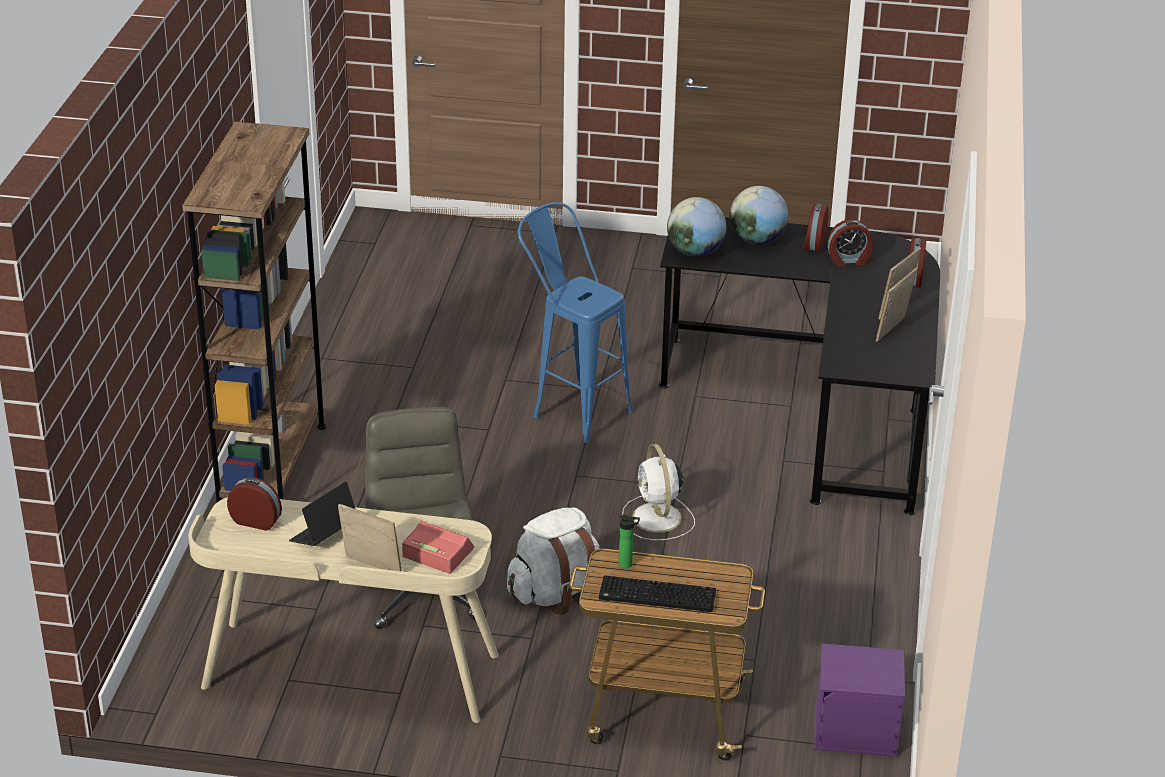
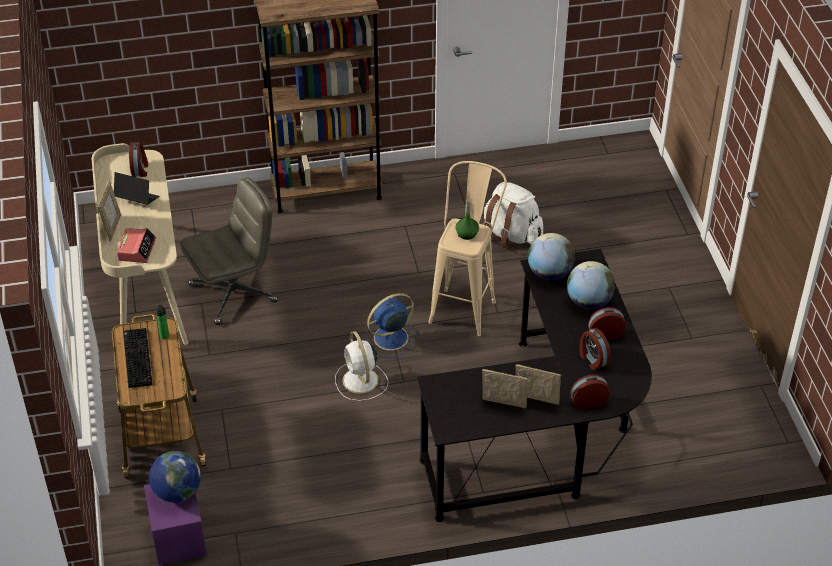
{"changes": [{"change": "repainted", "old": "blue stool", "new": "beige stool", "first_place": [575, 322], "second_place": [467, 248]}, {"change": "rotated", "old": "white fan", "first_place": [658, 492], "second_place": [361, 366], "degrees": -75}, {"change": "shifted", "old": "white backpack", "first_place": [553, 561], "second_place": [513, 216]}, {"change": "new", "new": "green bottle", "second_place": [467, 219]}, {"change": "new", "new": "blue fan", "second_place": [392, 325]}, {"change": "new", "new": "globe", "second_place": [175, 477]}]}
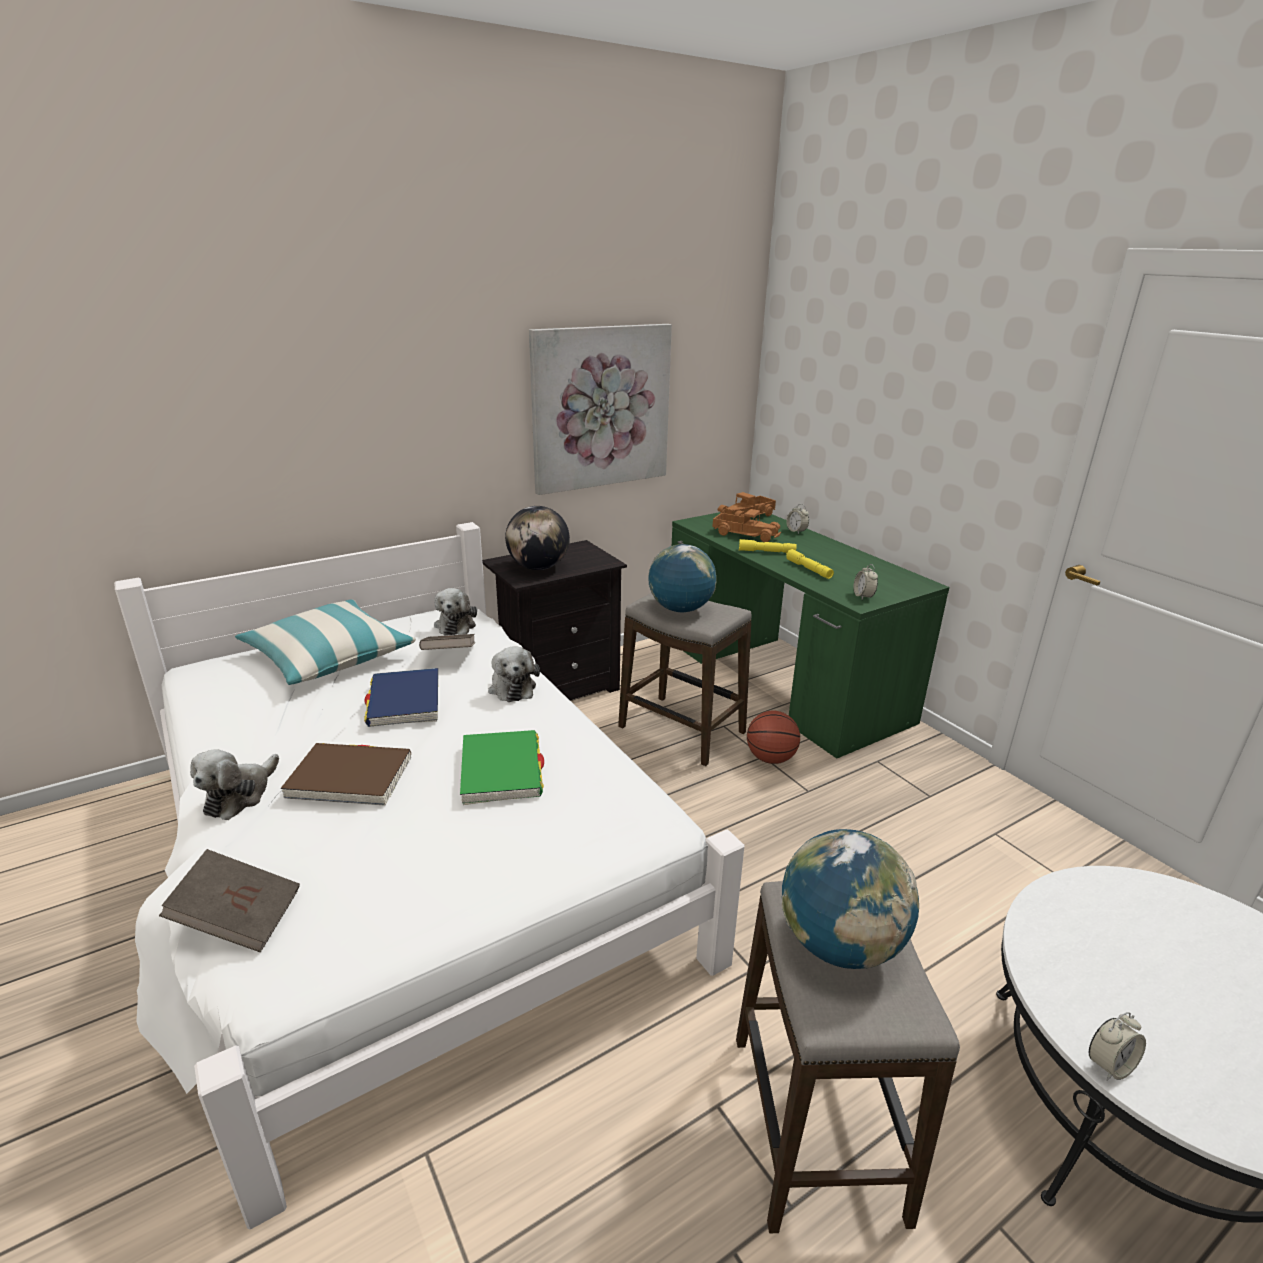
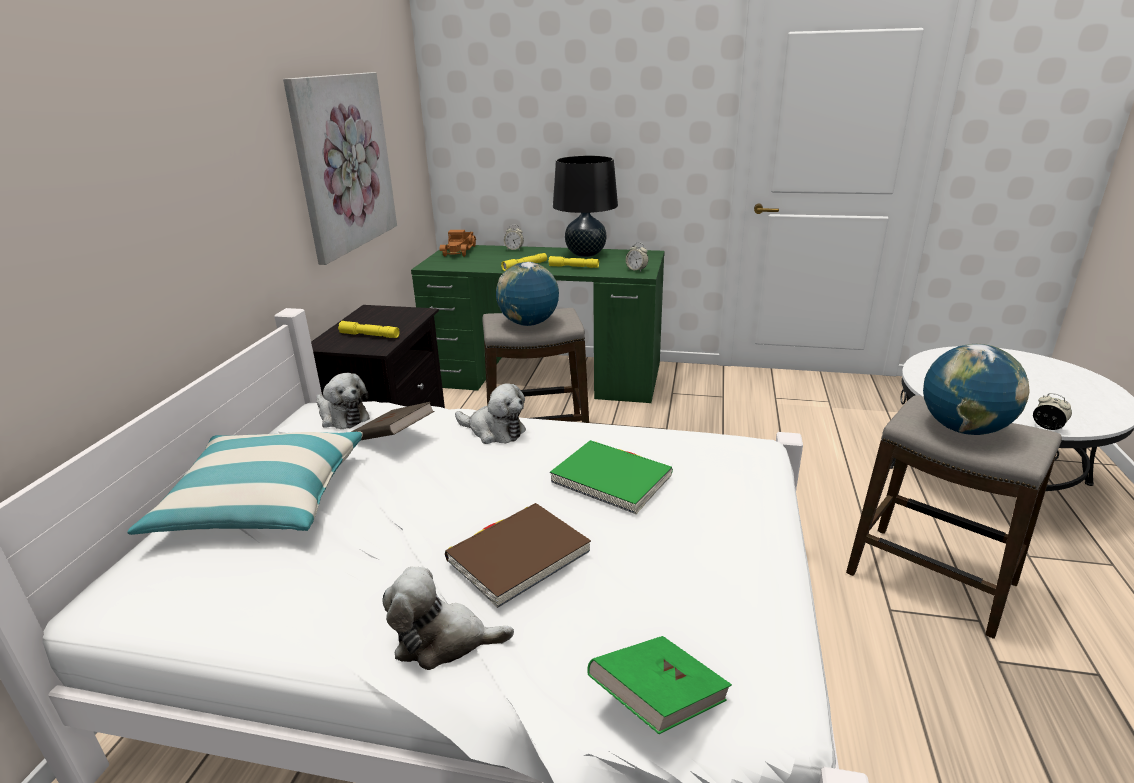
{"changes": [{"change": "swapped", "old": "globe", "new": "yellow flashlight", "first_place": [537, 538], "second_place": [369, 329]}, {"change": "gone", "old": "toy truck", "first_place": [747, 525]}, {"change": "gone", "old": "blue book", "first_place": [401, 697]}, {"change": "gone", "old": "basketball", "first_place": [773, 737]}, {"change": "rotated", "old": "plush toy", "first_place": [234, 784], "second_place": [448, 618], "degrees": 120}, {"change": "repainted", "old": "brown book", "new": "green book", "first_place": [229, 900], "second_place": [659, 685]}, {"change": "rotated", "old": "alarm clock", "first_place": [1117, 1046], "second_place": [1052, 411], "degrees": -60}, {"change": "new", "new": "black table lamp", "second_place": [585, 206]}]}
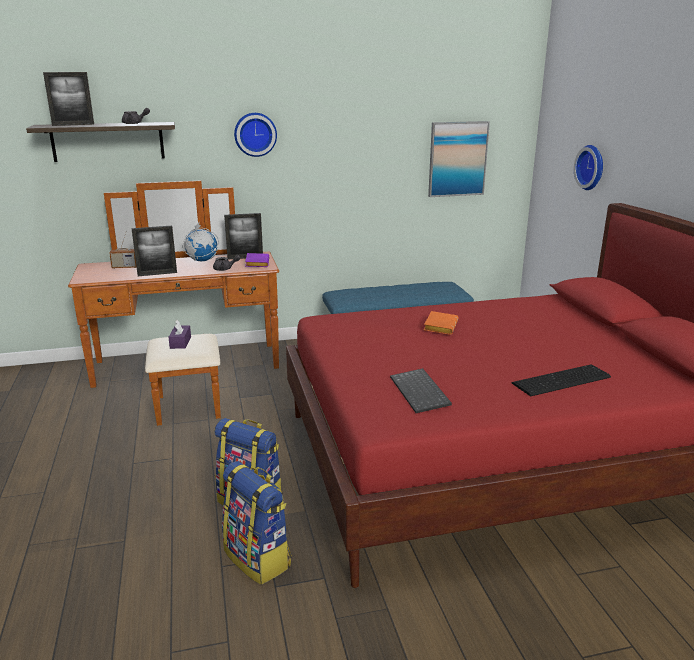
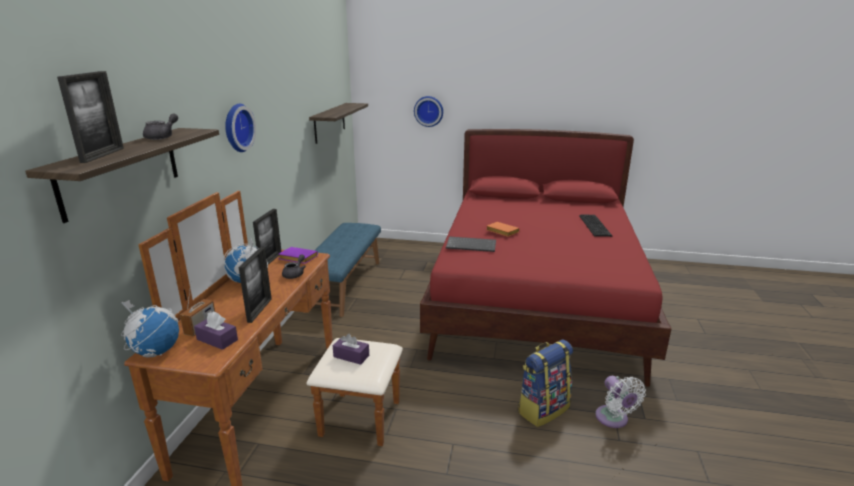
{"changes": [{"change": "swapped", "old": "picture", "new": "shelf", "first_place": [459, 159], "second_place": [338, 123]}, {"change": "shifted", "old": "keyboard", "first_place": [421, 390], "second_place": [471, 244]}, {"change": "swapped", "old": "backpack", "new": "white fan", "first_place": [257, 523], "second_place": [620, 402]}, {"change": "new", "new": "globe", "second_place": [150, 328]}, {"change": "new", "new": "purple tissue box", "second_place": [216, 331]}]}
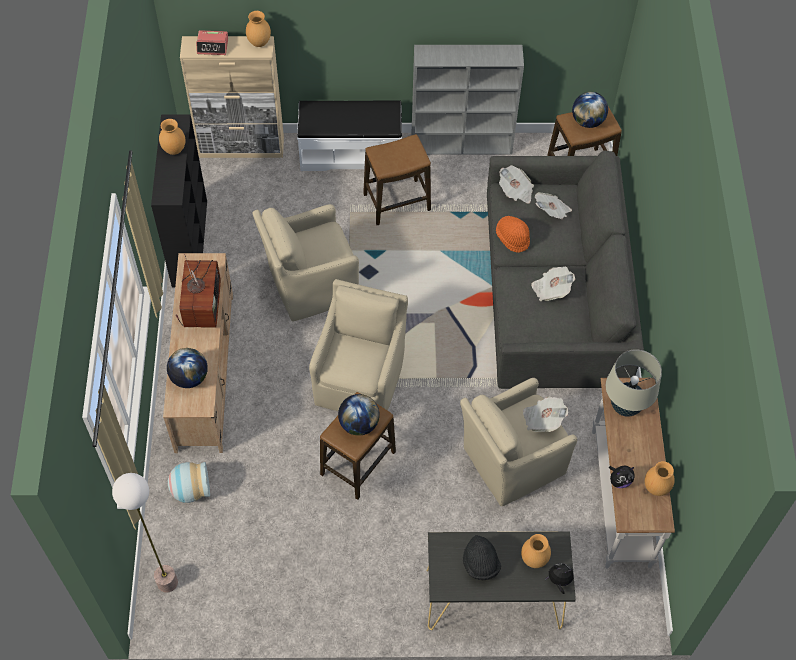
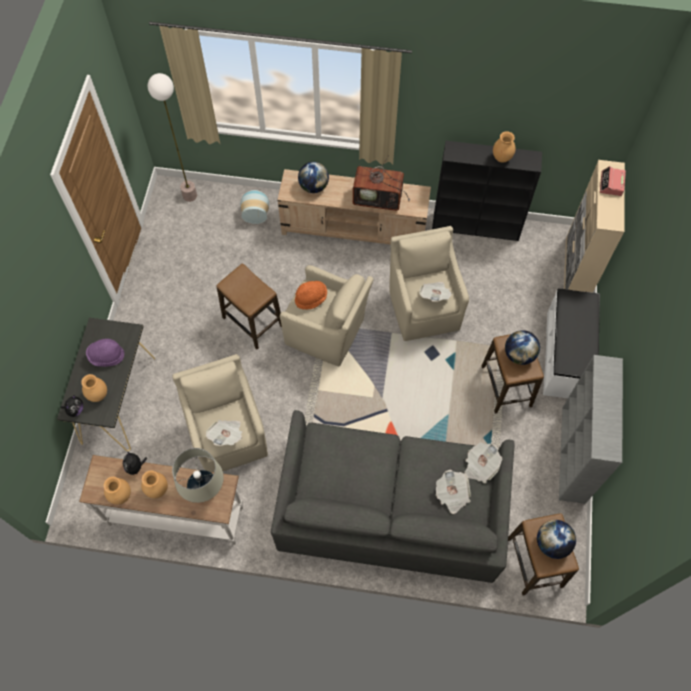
{"changes": [{"change": "shifted", "old": "brown vase", "first_place": [258, 29], "second_place": [154, 484]}, {"change": "shifted", "old": "orange hat", "first_place": [513, 234], "second_place": [311, 295]}, {"change": "shifted", "old": "newspaper", "first_place": [553, 284], "second_place": [435, 292]}, {"change": "shifted", "old": "globe", "first_place": [359, 415], "second_place": [522, 347]}, {"change": "repainted", "old": "black hat", "new": "purple hat", "first_place": [482, 557], "second_place": [105, 353]}]}
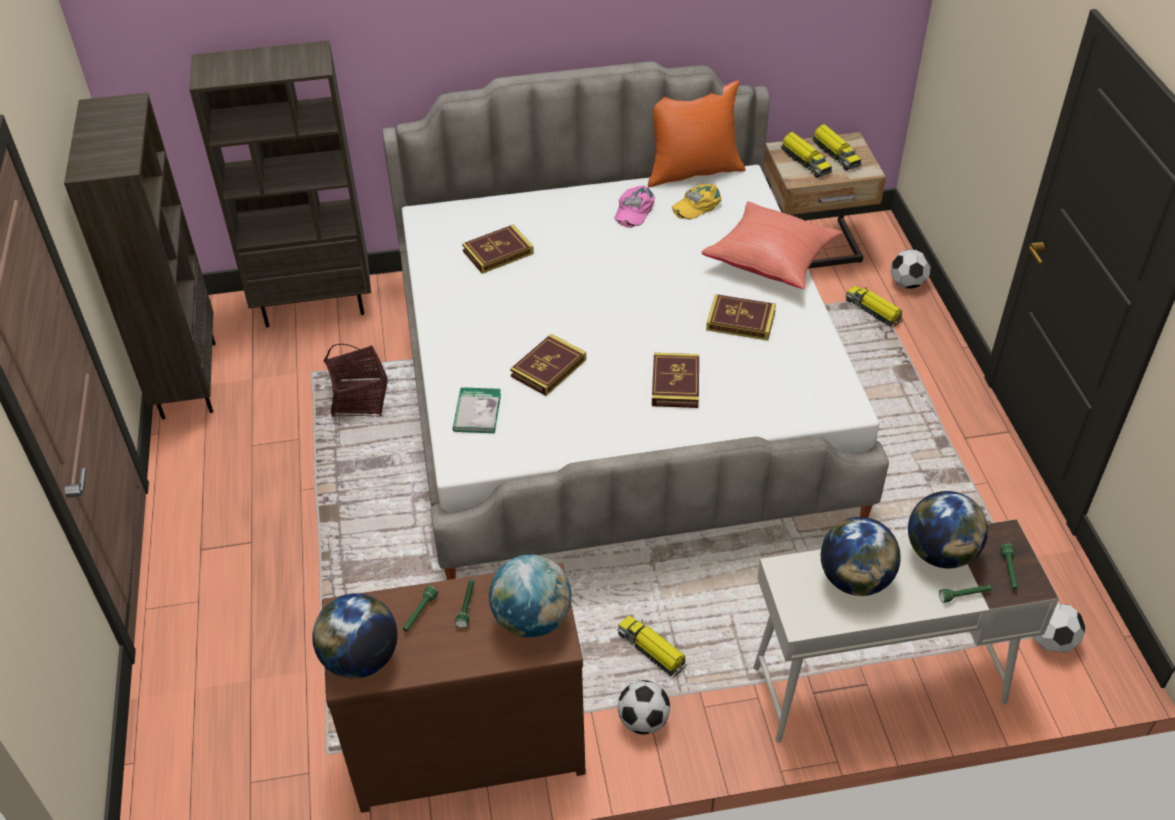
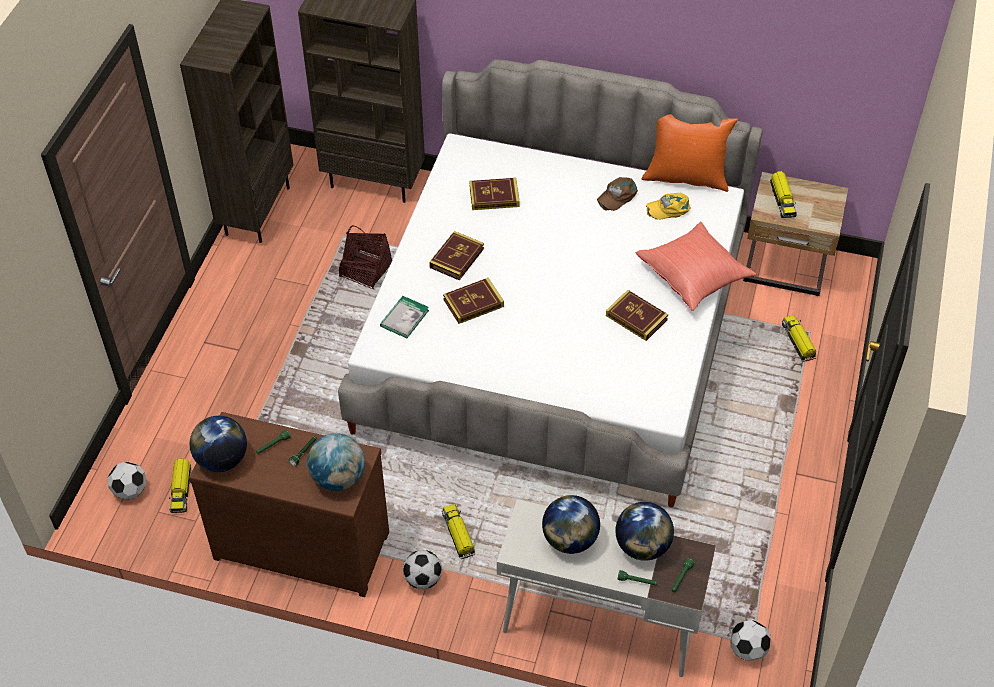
{"changes": [{"change": "shifted", "old": "toy truck", "first_place": [836, 147], "second_place": [180, 485]}, {"change": "repainted", "old": "pink cap", "new": "brown cap", "first_place": [634, 206], "second_place": [617, 194]}, {"change": "shifted", "old": "football", "first_place": [911, 269], "second_place": [127, 480]}, {"change": "shifted", "old": "book", "first_place": [675, 380], "second_place": [456, 255]}]}
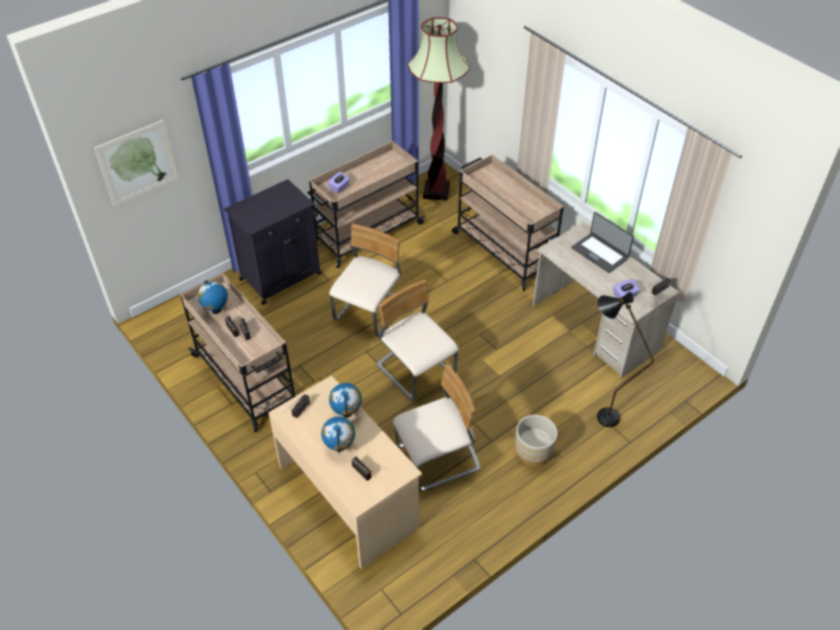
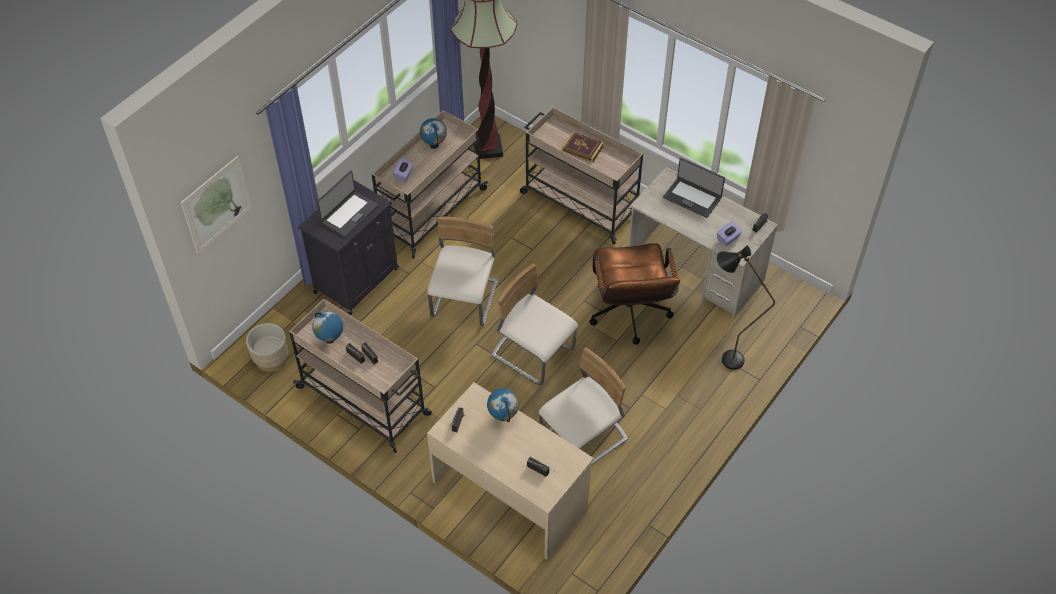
{"changes": [{"change": "shifted", "old": "beige planter", "first_place": [536, 440], "second_place": [267, 347]}, {"change": "shifted", "old": "globe", "first_place": [338, 435], "second_place": [433, 133]}, {"change": "new", "new": "book", "second_place": [583, 147]}, {"change": "new", "new": "laptop", "second_place": [347, 204]}, {"change": "new", "new": "brown office chair", "second_place": [634, 294]}]}
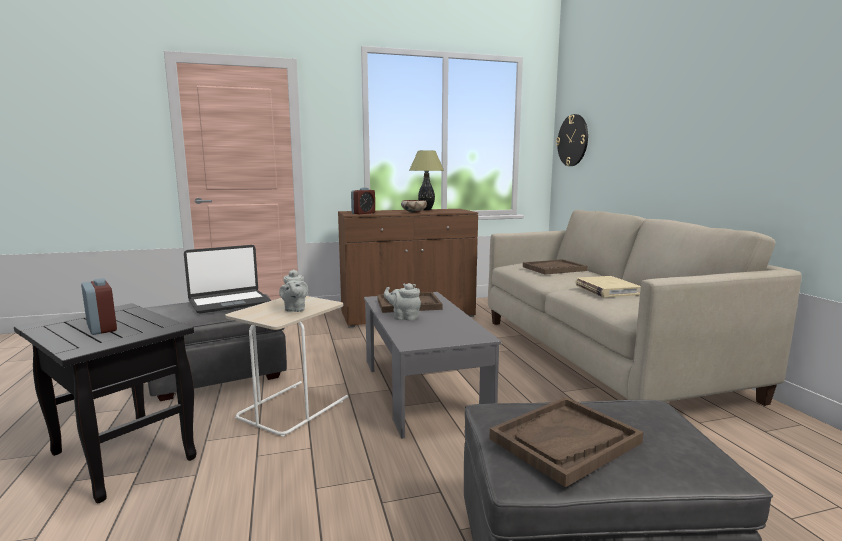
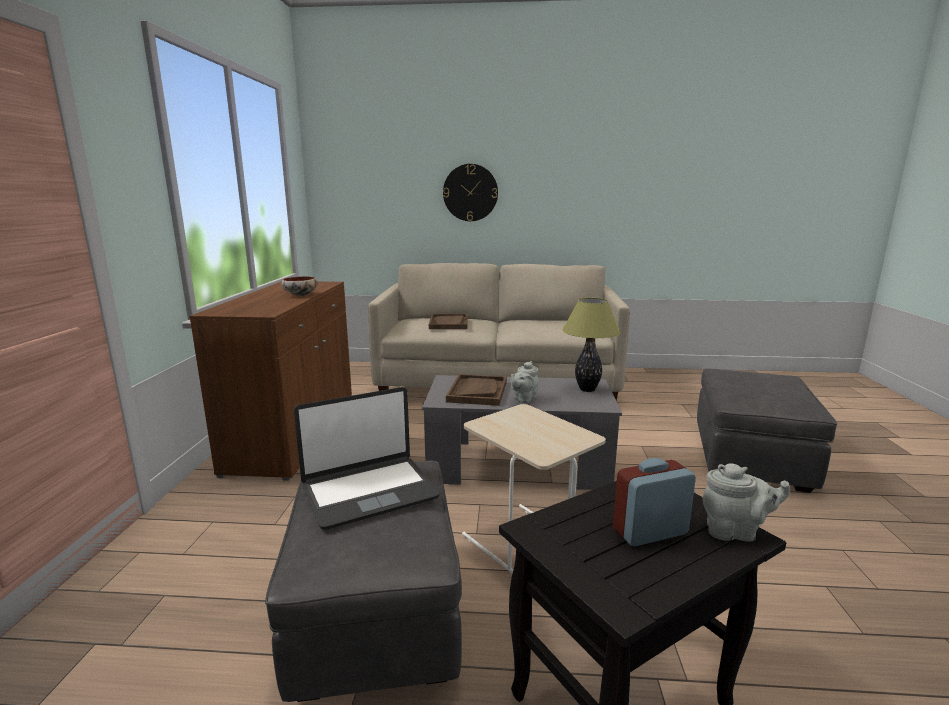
{"changes": [{"change": "shifted", "old": "wall clock", "first_place": [572, 140], "second_place": [470, 192]}, {"change": "shifted", "old": "table lamp", "first_place": [426, 180], "second_place": [591, 345]}, {"change": "gone", "old": "alarm clock", "first_place": [363, 200]}, {"change": "rotated", "old": "laptop", "first_place": [227, 279], "second_place": [367, 458], "degrees": 75}, {"change": "shifted", "old": "grey teapot", "first_place": [293, 290], "second_place": [746, 502]}, {"change": "gone", "old": "beige book", "first_place": [608, 286]}, {"change": "gone", "old": "brown tray", "first_place": [566, 442]}]}
